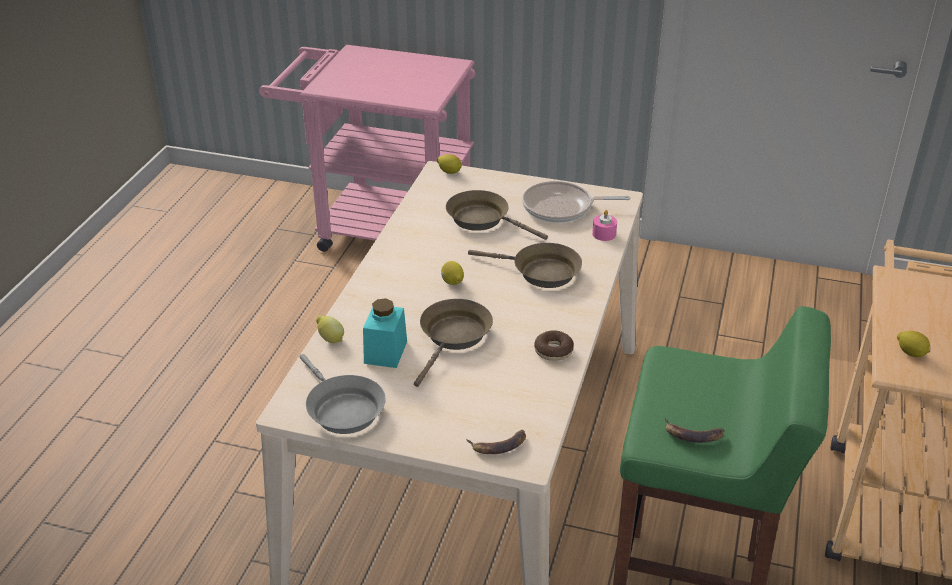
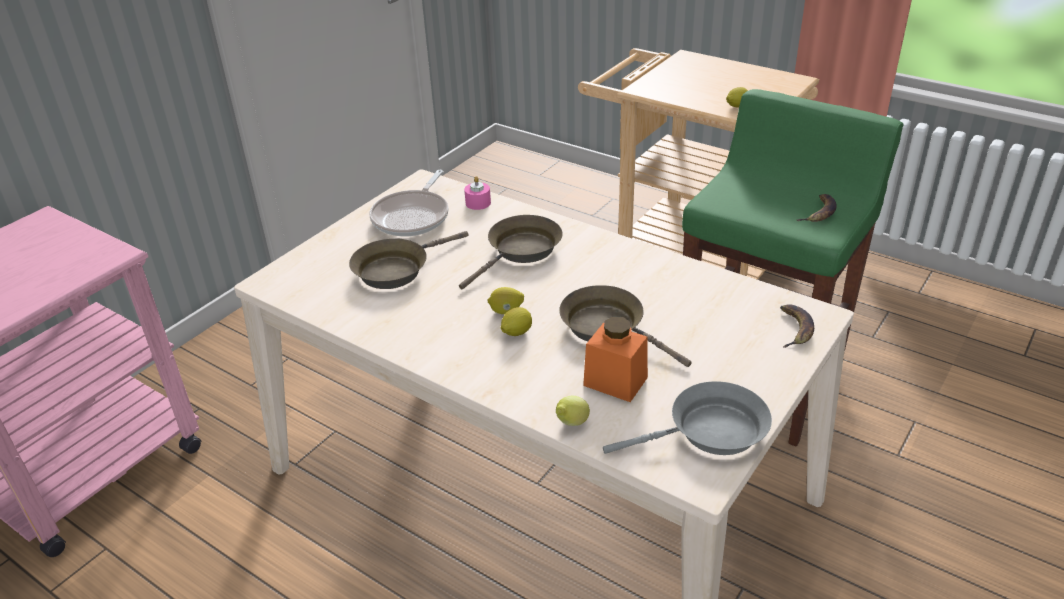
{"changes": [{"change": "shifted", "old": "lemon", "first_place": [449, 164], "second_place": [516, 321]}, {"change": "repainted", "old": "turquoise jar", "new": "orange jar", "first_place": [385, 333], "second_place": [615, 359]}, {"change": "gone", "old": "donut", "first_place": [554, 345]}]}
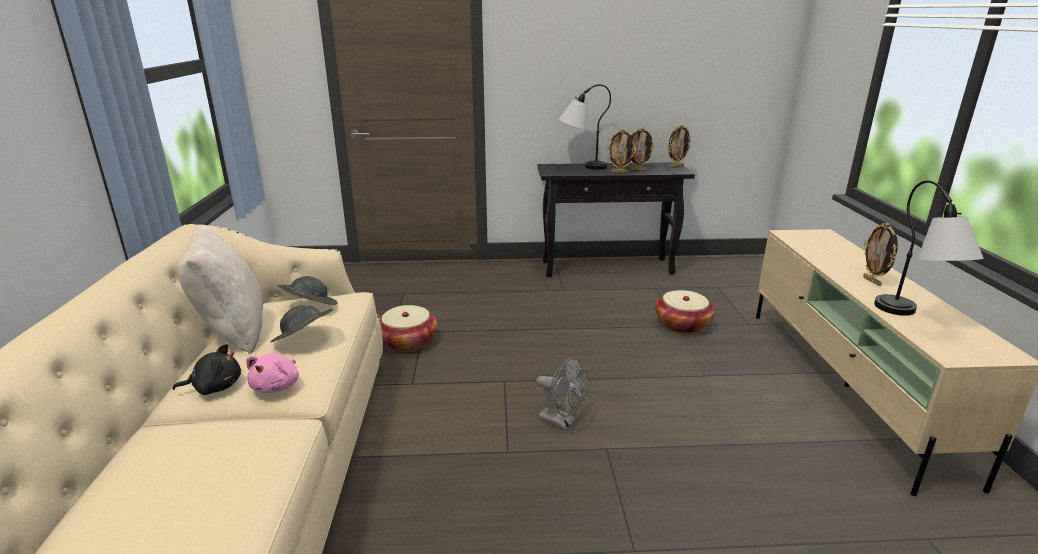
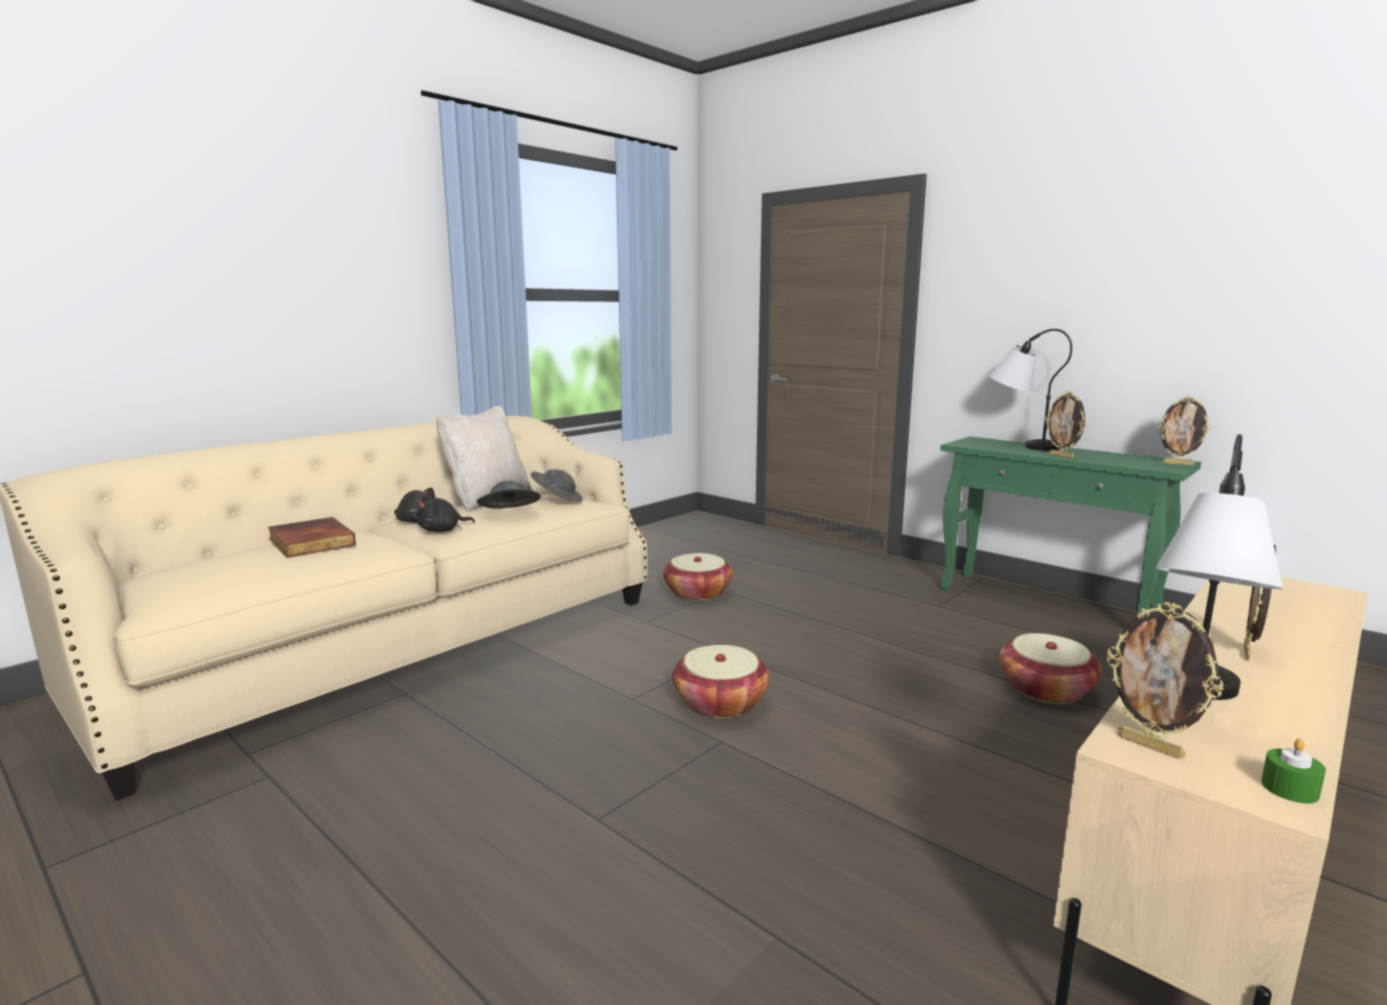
{"changes": [{"change": "shifted", "old": "picture frame", "first_place": [642, 148], "second_place": [1164, 680]}, {"change": "repainted", "old": "black console table", "new": "green console table", "first_place": [616, 219], "second_place": [1070, 525]}, {"change": "repainted", "old": "pink plush toy", "new": "black plush toy", "first_place": [272, 373], "second_place": [446, 513]}, {"change": "swapped", "old": "grey fan", "new": "basket", "first_place": [562, 393], "second_place": [721, 682]}, {"change": "new", "new": "book", "second_place": [312, 537]}, {"change": "new", "new": "green candle", "second_place": [1293, 771]}]}
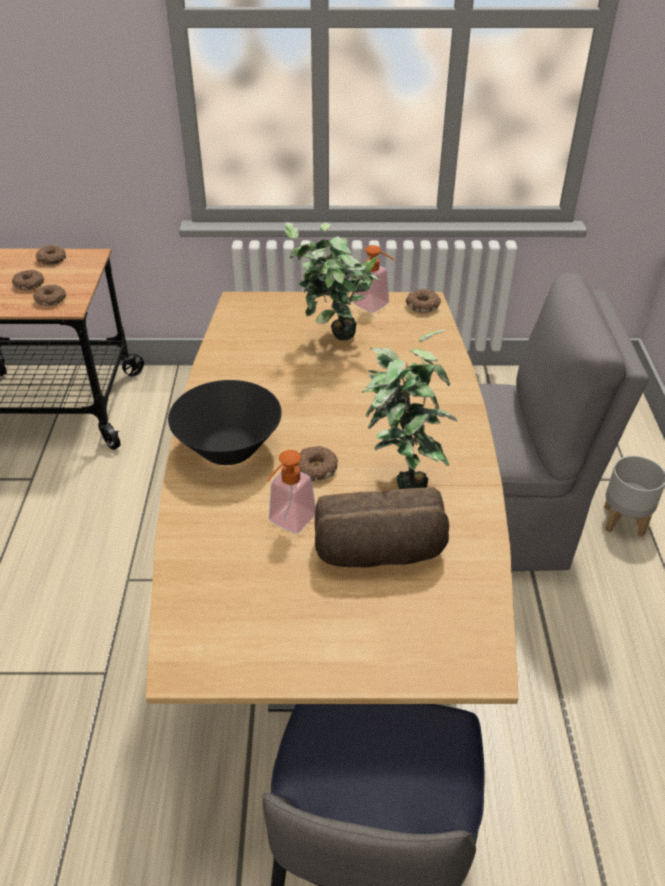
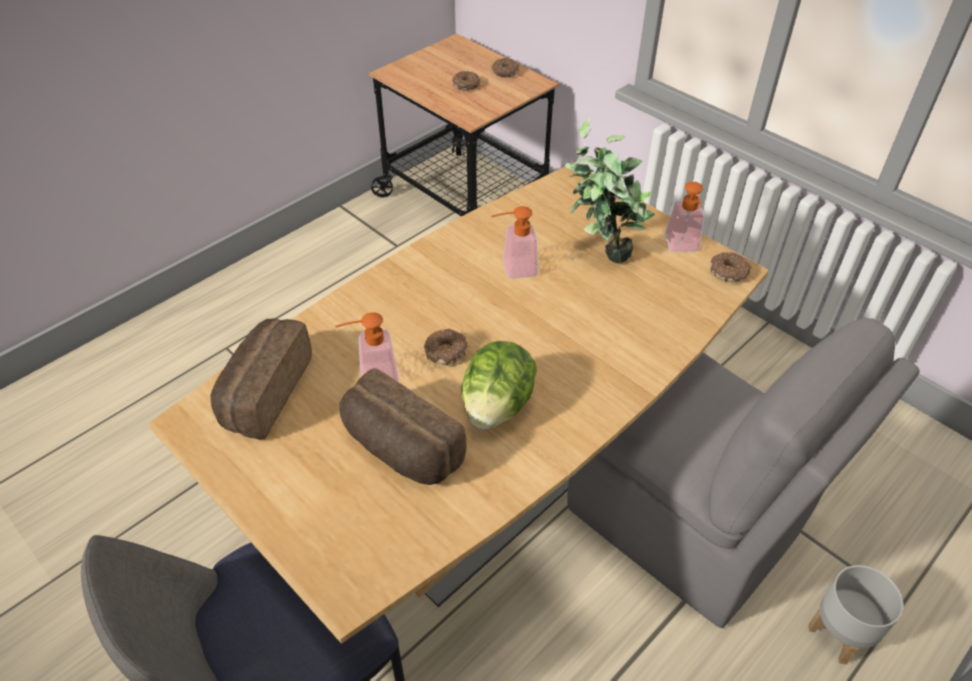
{"changes": [{"change": "gone", "old": "donut", "first_place": [49, 295]}, {"change": "swapped", "old": "potted plant", "new": "lettuce", "first_place": [410, 409], "second_place": [499, 385]}, {"change": "gone", "old": "black bowl", "first_place": [225, 422]}, {"change": "new", "new": "soap dispenser", "second_place": [515, 242]}, {"change": "new", "new": "bread", "second_place": [261, 379]}]}
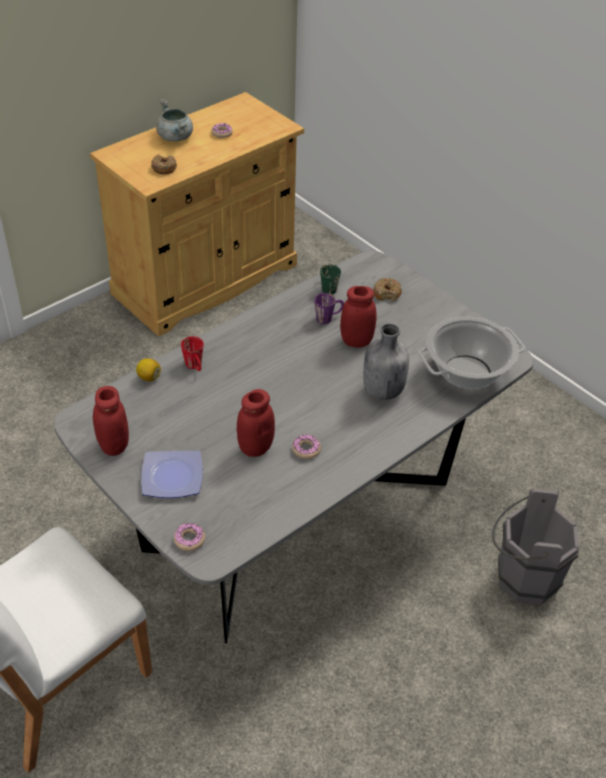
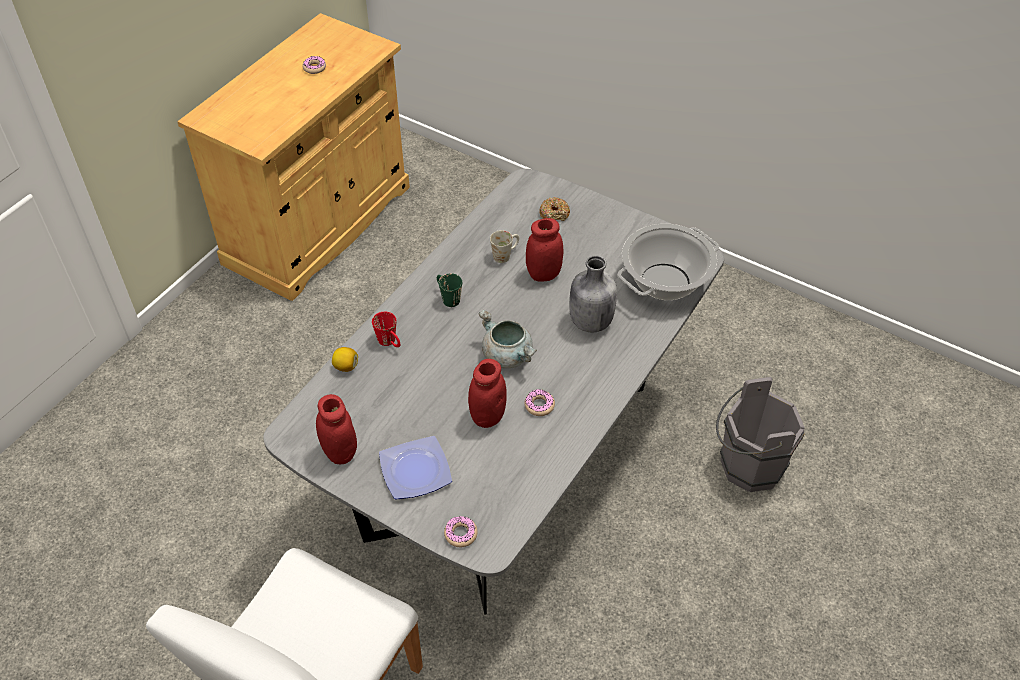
{"changes": [{"change": "shifted", "old": "grey cooking pot", "first_place": [174, 120], "second_place": [507, 339]}, {"change": "gone", "old": "donut", "first_place": [164, 164]}, {"change": "shifted", "old": "green mug", "first_place": [330, 279], "second_place": [449, 290]}, {"change": "repainted", "old": "purple mug", "new": "white mug", "first_place": [329, 308], "second_place": [504, 246]}]}
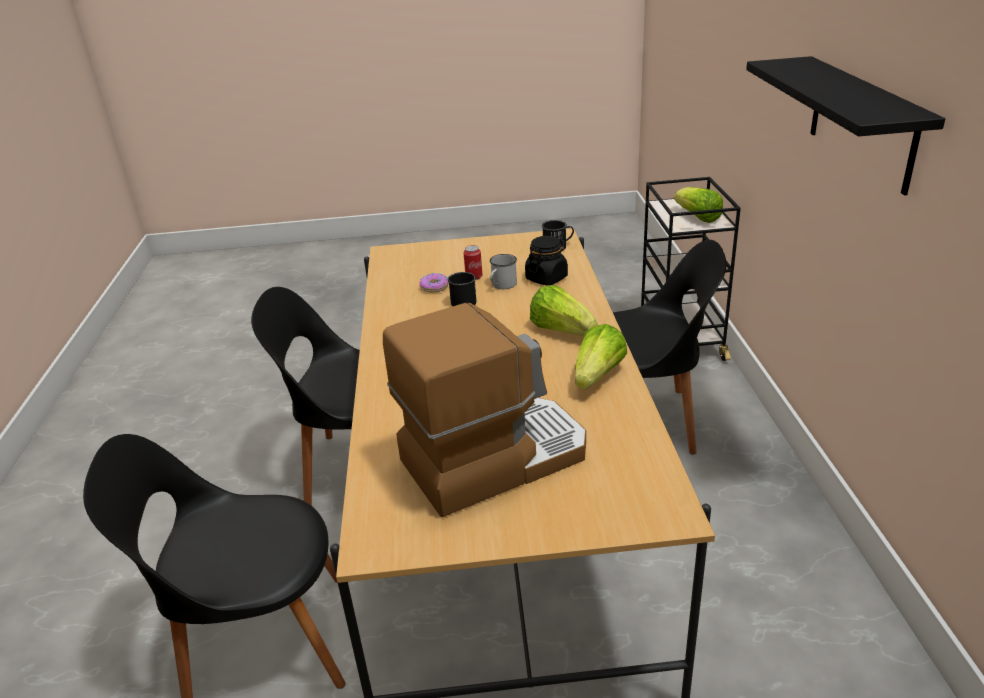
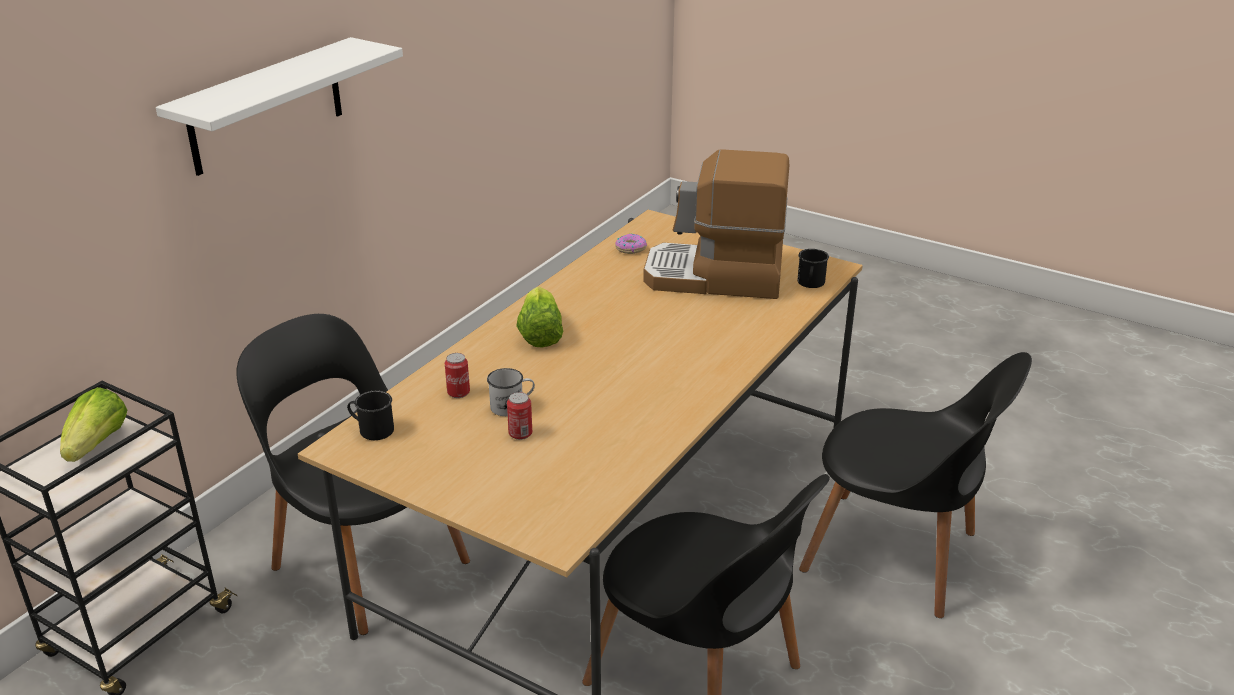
{"changes": [{"change": "repainted", "old": "black shelf", "new": "white shelf", "first_place": [845, 125], "second_place": [279, 106]}, {"change": "swapped", "old": "black jar", "new": "can", "first_place": [546, 261], "second_place": [457, 375]}, {"change": "shifted", "old": "black mug", "first_place": [461, 289], "second_place": [813, 268]}, {"change": "shifted", "old": "donut", "first_place": [434, 283], "second_place": [631, 244]}, {"change": "gone", "old": "lettuce", "first_place": [601, 357]}]}
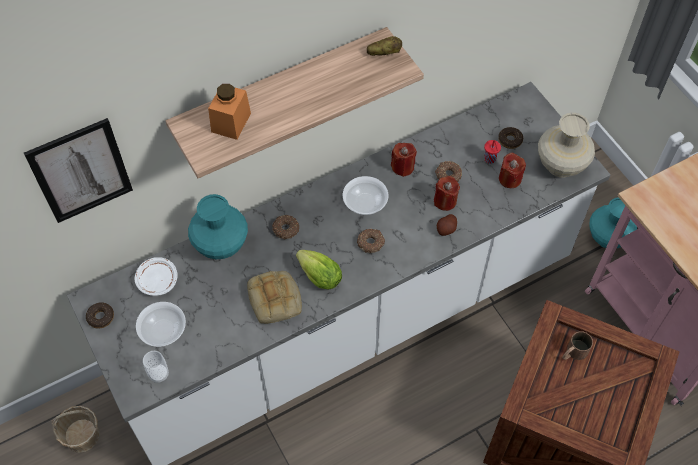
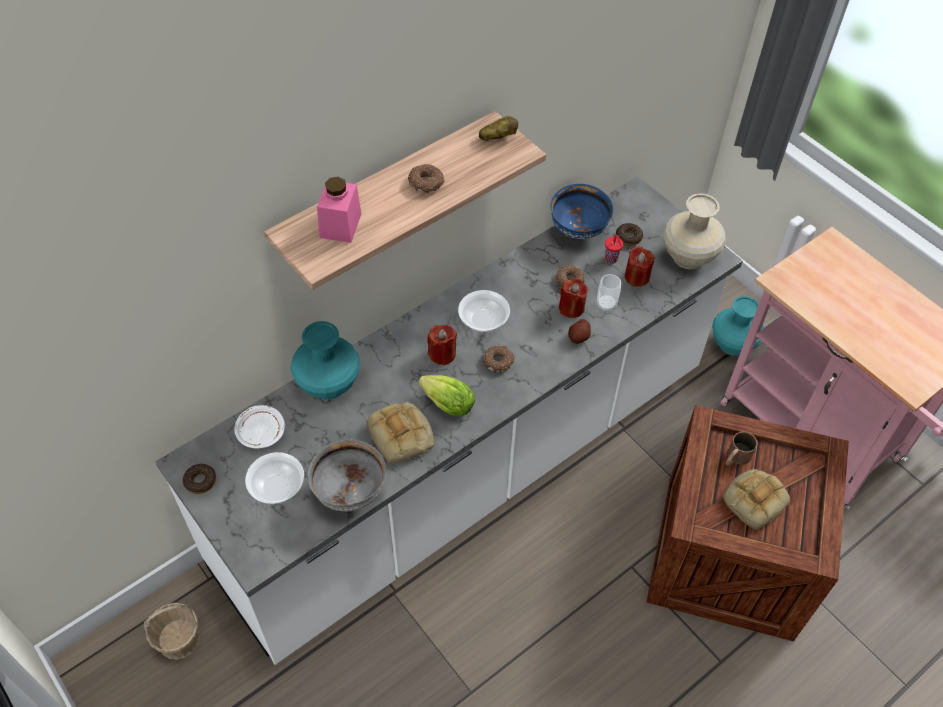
{"changes": [{"change": "repainted", "old": "orange jar", "new": "pink jar", "first_place": [229, 112], "second_place": [339, 210]}, {"change": "gone", "old": "picture", "first_place": [78, 170]}, {"change": "shifted", "old": "red candle", "first_place": [404, 160], "second_place": [442, 345]}, {"change": "shifted", "old": "donut", "first_place": [285, 227], "second_place": [426, 178]}, {"change": "shifted", "old": "cup", "first_place": [156, 367], "second_place": [609, 293]}, {"change": "new", "new": "blue bowl", "second_place": [582, 212]}, {"change": "new", "new": "grey bowl", "second_place": [347, 475]}, {"change": "new", "new": "bread", "second_place": [756, 499]}]}
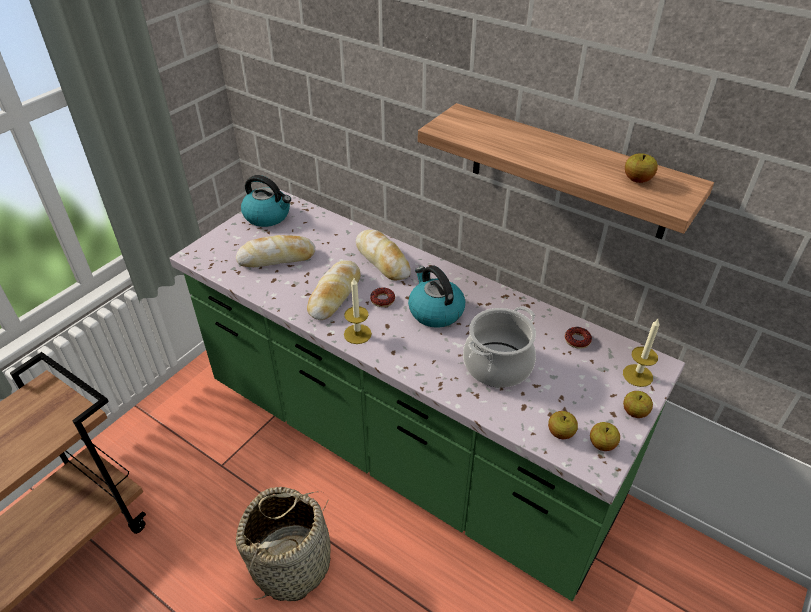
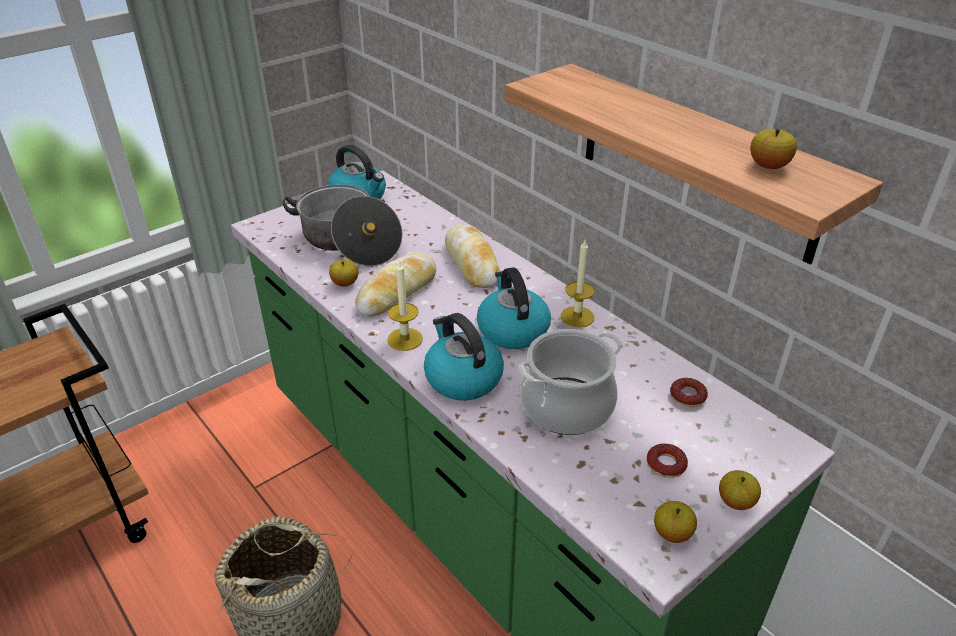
{"changes": [{"change": "swapped", "old": "bread", "new": "cooking pot", "first_place": [275, 251], "second_place": [342, 225]}, {"change": "shifted", "old": "donut", "first_place": [382, 297], "second_place": [667, 460]}, {"change": "shifted", "old": "candle", "first_place": [641, 353], "second_place": [577, 284]}, {"change": "shifted", "old": "apple", "first_place": [563, 425], "second_place": [343, 273]}, {"change": "new", "new": "kettle", "second_place": [464, 356]}]}
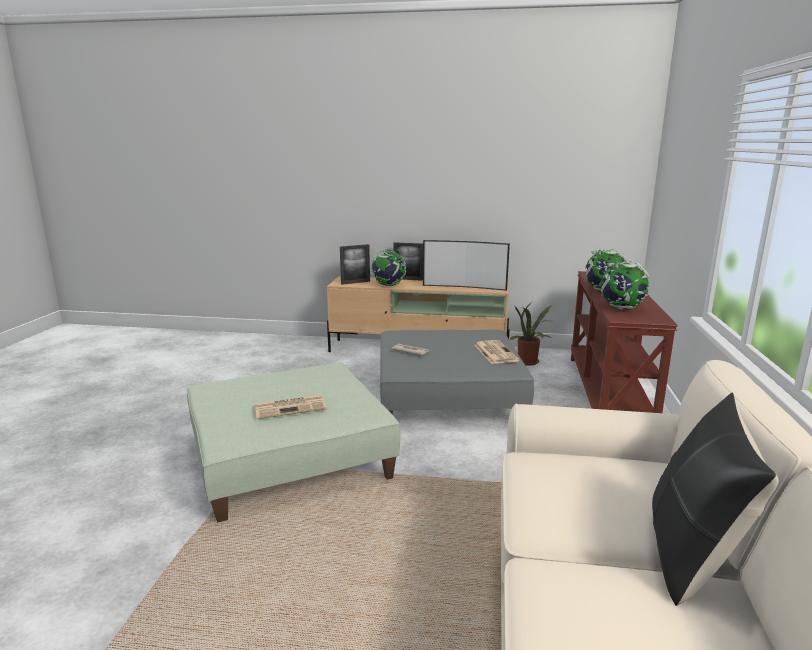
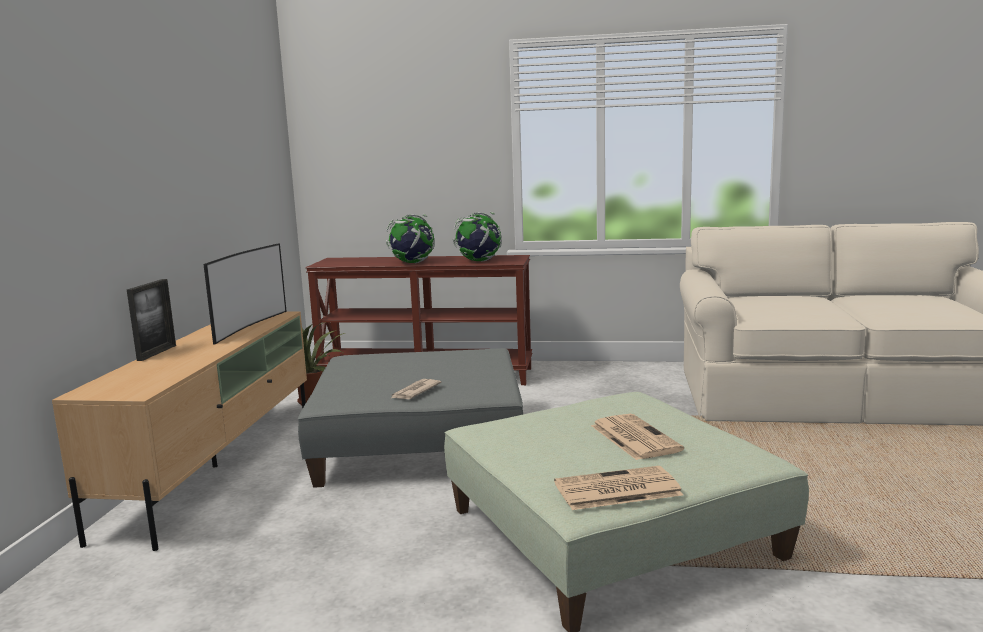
{"changes": [{"change": "gone", "old": "picture frame", "first_place": [355, 264]}, {"change": "gone", "old": "globe", "first_place": [388, 267]}, {"change": "shifted", "old": "newspaper", "first_place": [496, 352], "second_place": [618, 488]}, {"change": "gone", "old": "black pillow", "first_place": [715, 499]}]}
